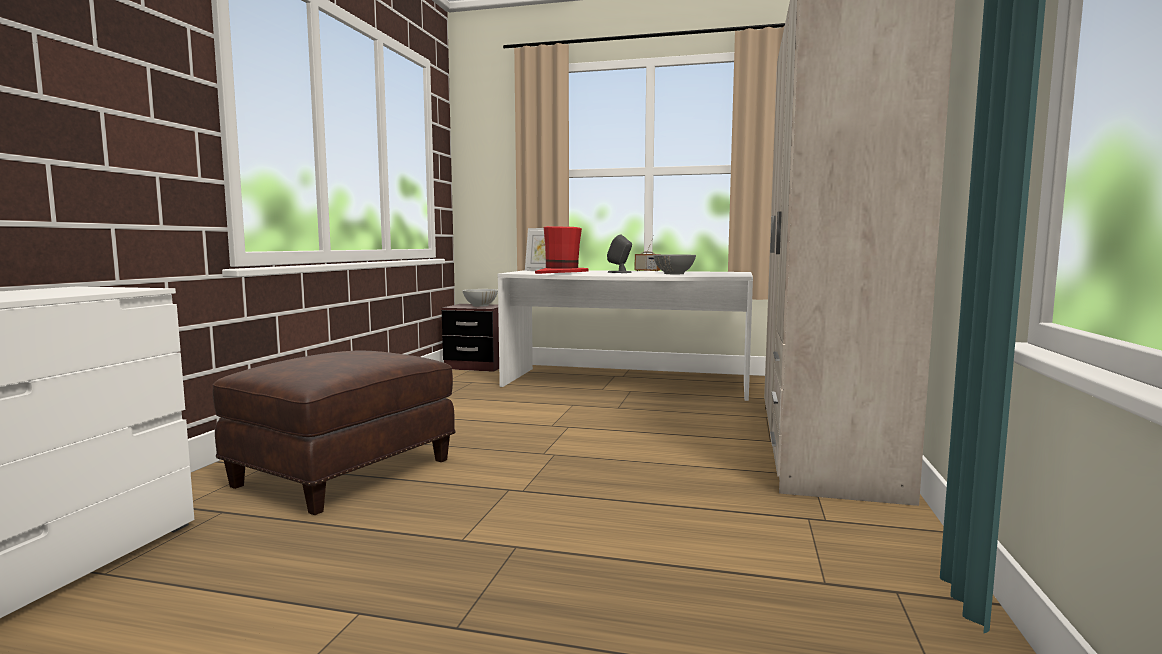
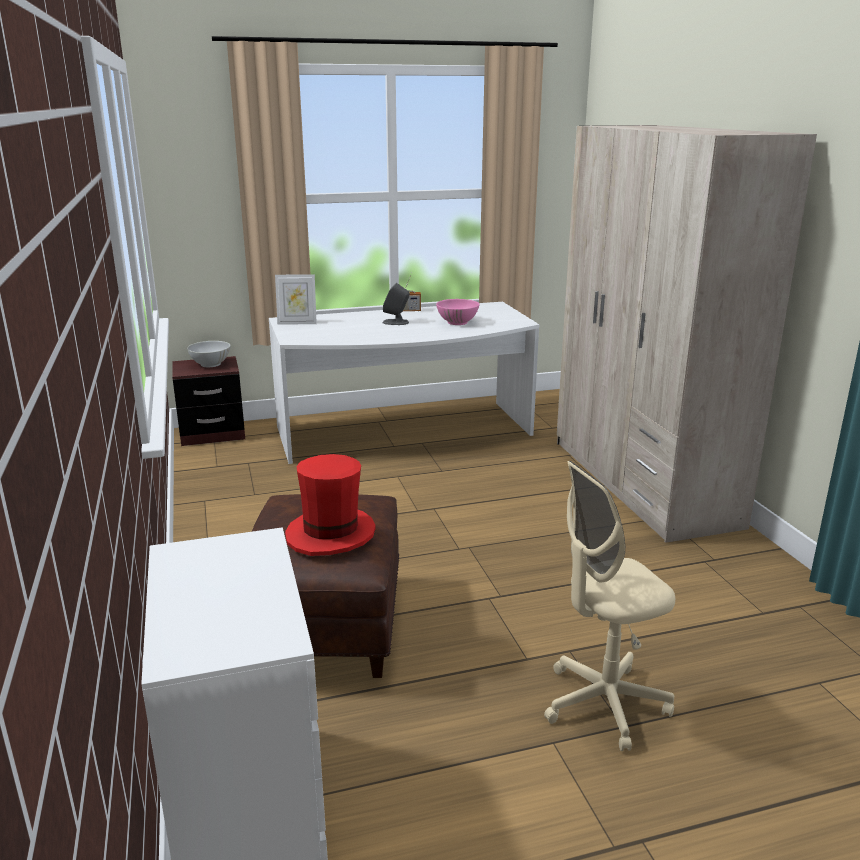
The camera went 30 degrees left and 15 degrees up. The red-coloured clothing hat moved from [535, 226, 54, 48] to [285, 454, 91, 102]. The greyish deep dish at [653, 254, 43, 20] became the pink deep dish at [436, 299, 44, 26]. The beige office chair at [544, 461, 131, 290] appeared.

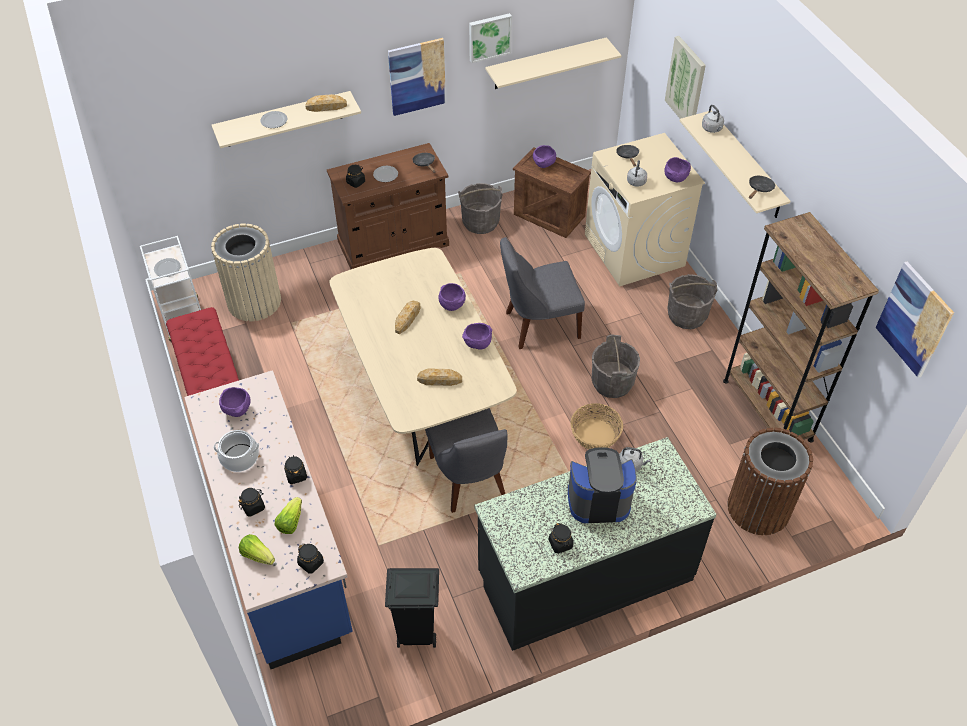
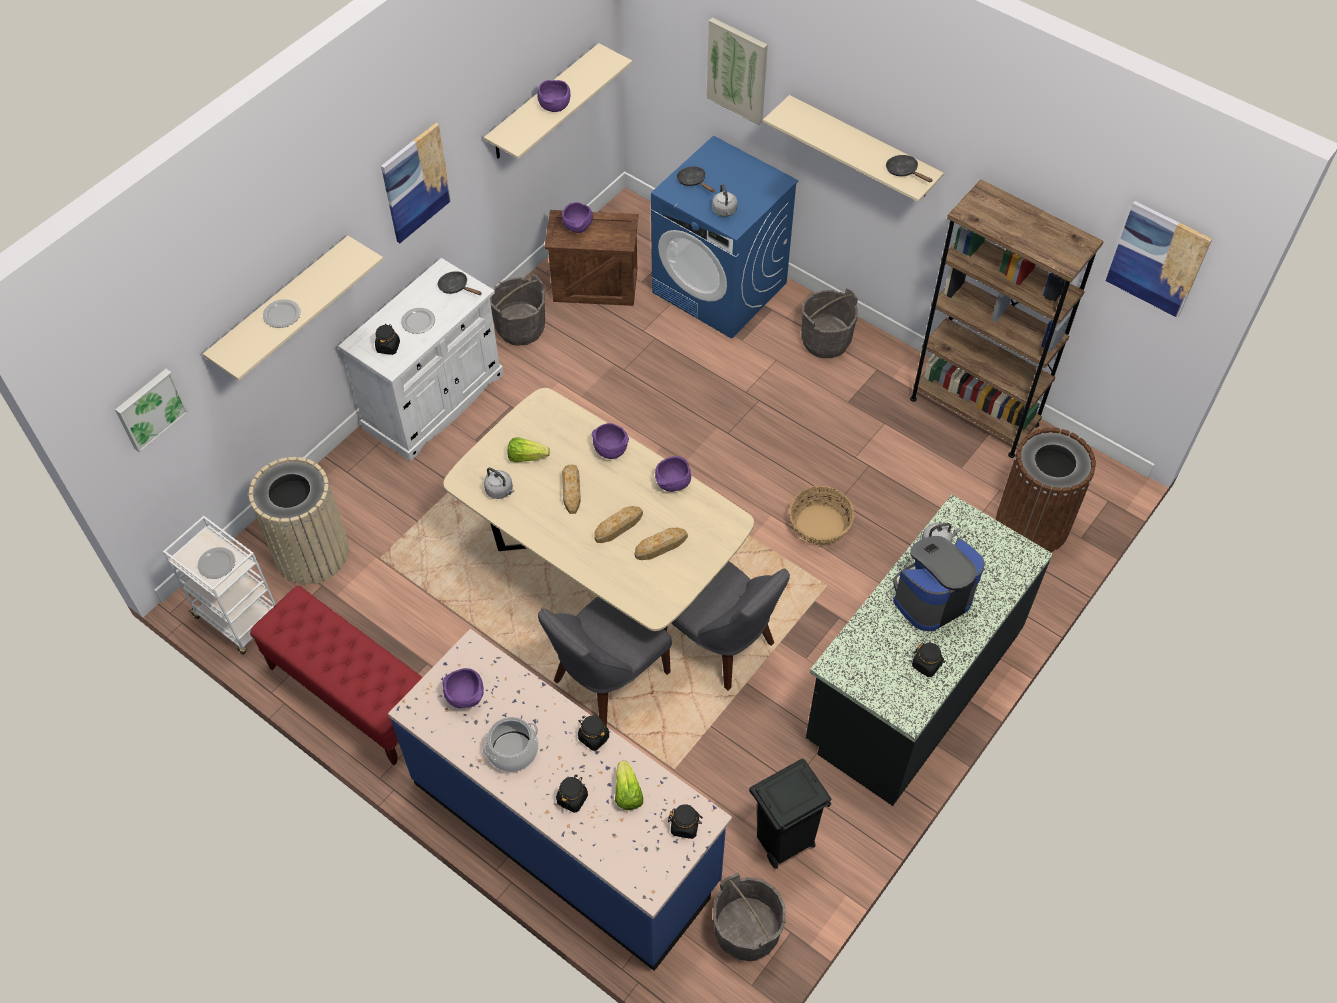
The camera went 30 degrees left and 5 degrees up. The picture moved from [469, 13, 43, 50] to [115, 369, 74, 84]. The brown-coloured cupboard at [327, 143, 122, 126] became the white cupboard at [338, 258, 166, 203]. The greyish water kettle moved from [702, 105, 22, 28] to [484, 468, 30, 31]. The lettuce moved from [239, 534, 36, 31] to [508, 437, 42, 25]. The purplish deep dish moved from [664, 157, 27, 25] to [537, 80, 34, 32]. The greyish upright chair moved from [500, 237, 85, 112] to [538, 596, 134, 129]. The baked bread moved from [305, 94, 42, 18] to [594, 506, 49, 37]. The beige laundry machine at [585, 133, 120, 153] became the blue laundry machine at [651, 135, 147, 204]. The greyish pail moved from [592, 334, 48, 64] to [713, 872, 73, 89]. The black-coloured pan at [749, 176, 26, 23] turned 45 degrees counterclockwise.

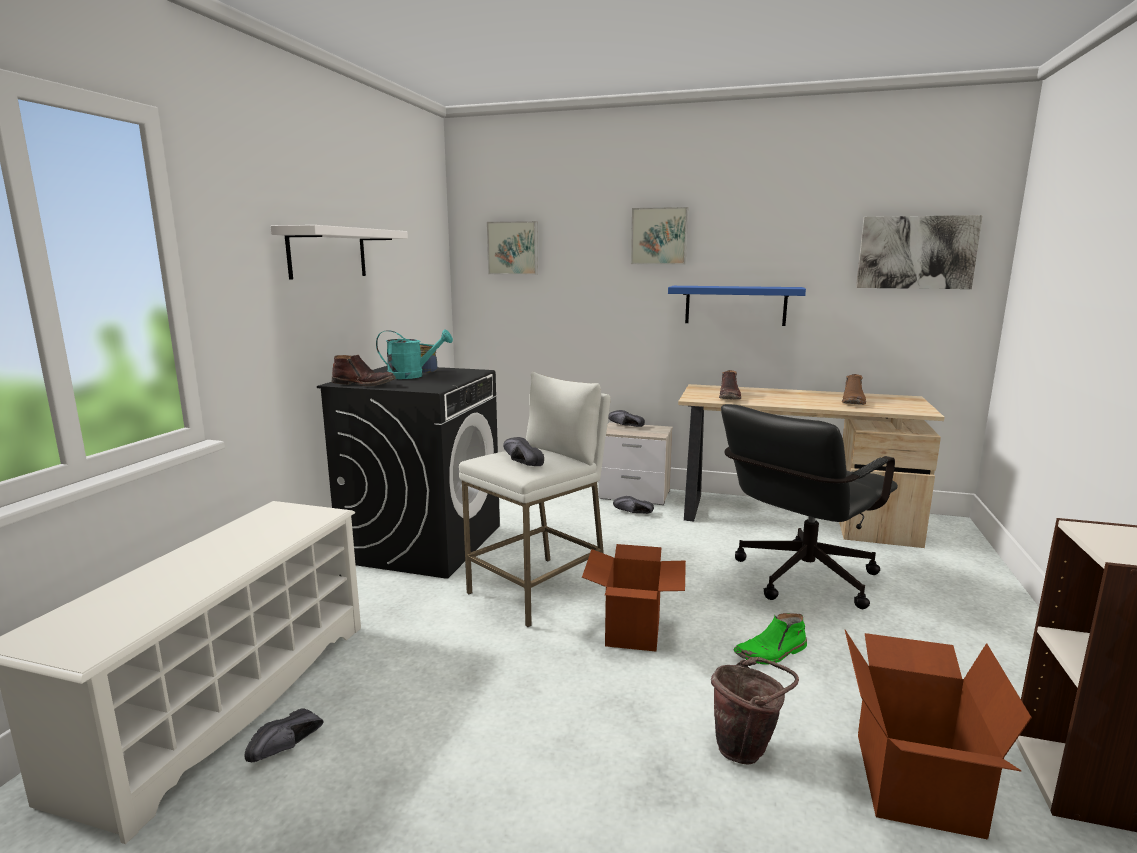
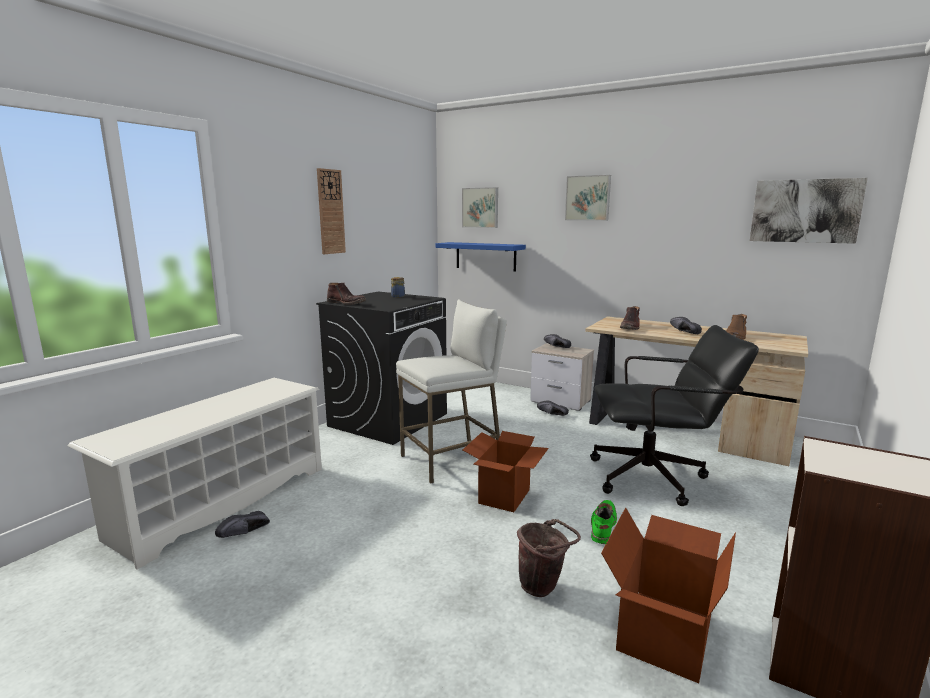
The camera went 15 degrees right and 0 degrees up. The white shelf at [270, 225, 138, 55] was replaced by the wall clock at [317, 168, 29, 86]. The blue shelf moved from [668, 286, 138, 40] to [436, 242, 90, 30]. The black-coloured office chair at [721, 404, 177, 205] turned 150 degrees counterclockwise. The green tall boot at [734, 613, 73, 51] turned 120 degrees clockwise. The black-coloured item of footwear moved from [503, 437, 41, 29] to [670, 317, 32, 17]. The turquoise sprinkling can at [376, 329, 77, 50] disappeared.

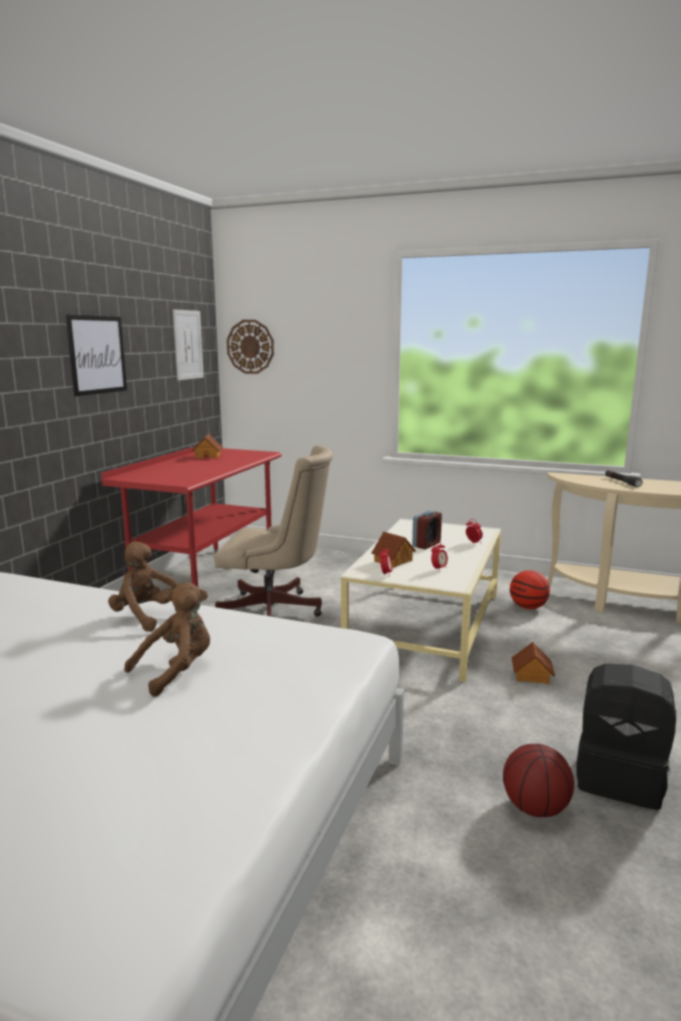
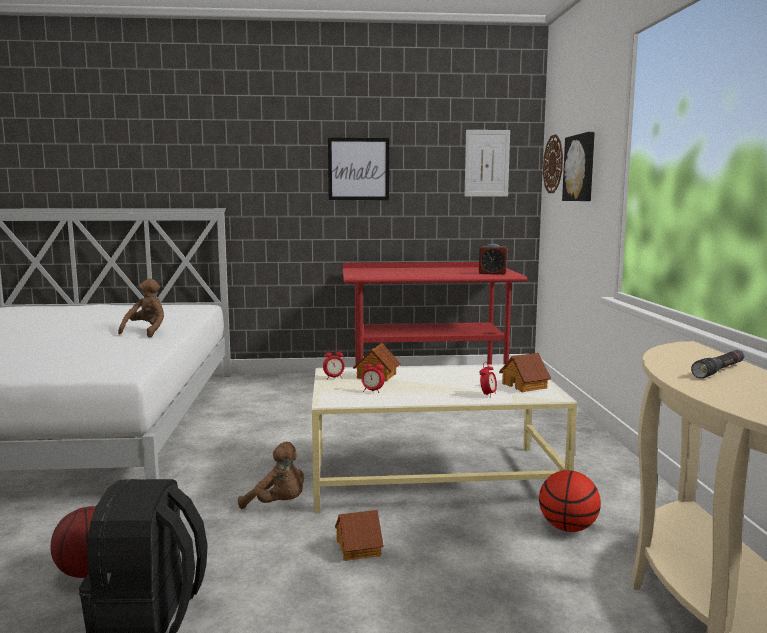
The camera went 65 degrees right and 5 degrees down. The brown-coloured cuddly toy moved from [124, 582, 86, 115] to [238, 442, 66, 67]. The table clock moved from [412, 510, 30, 39] to [479, 244, 28, 31]. The miniature house moved from [192, 434, 31, 24] to [499, 353, 52, 39]. The picture at [562, 132, 33, 69] appeared. The beige office chair at [214, 445, 119, 171] disappeared.

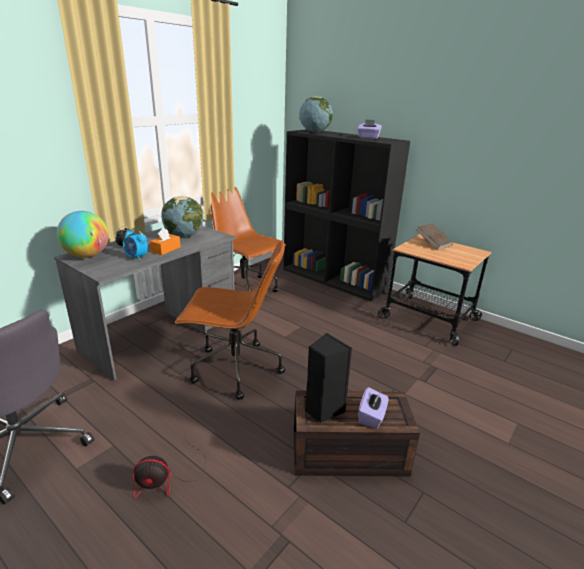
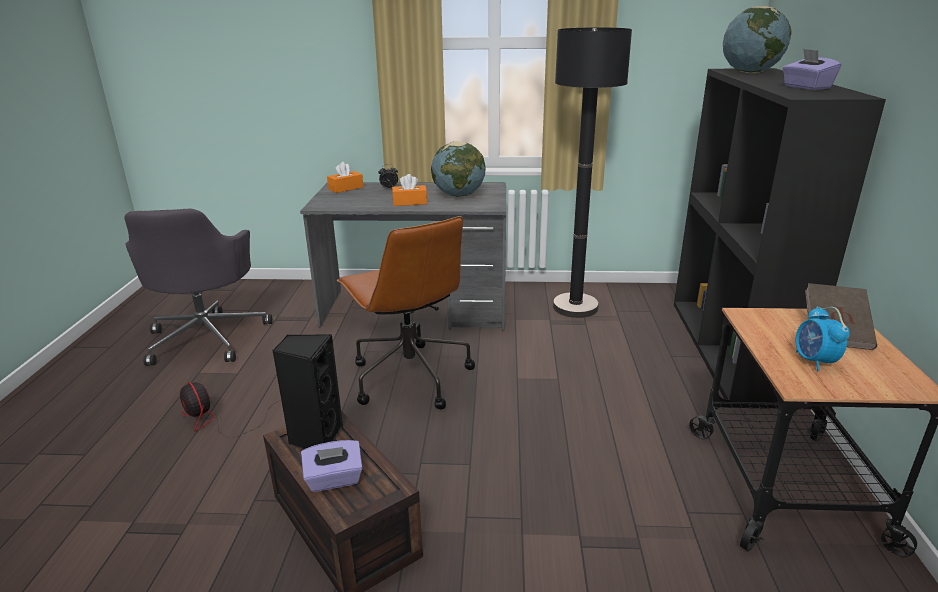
The camera went 55 degrees right and 0 degrees up. The globe at [57, 211, 52, 47] was replaced by the orange-coloured box of tissues at [327, 162, 36, 31]. The brown-coloured office chair at [210, 186, 76, 106] was replaced by the black-coloured standard lamp at [553, 27, 79, 291]. The table clock moved from [123, 228, 25, 33] to [795, 306, 55, 65].

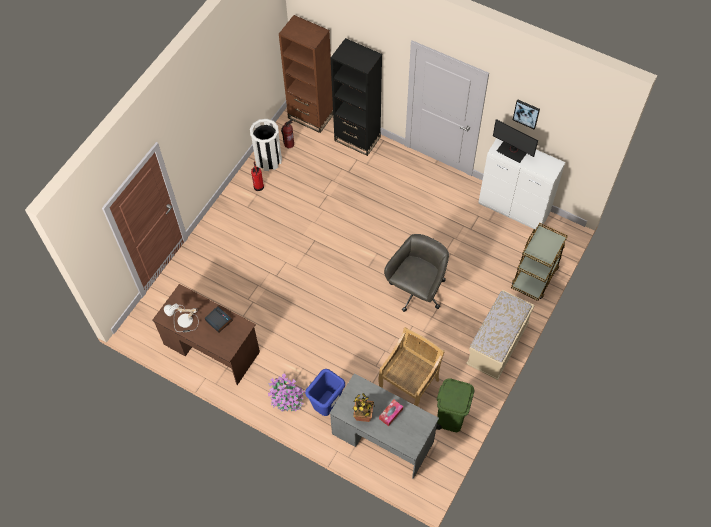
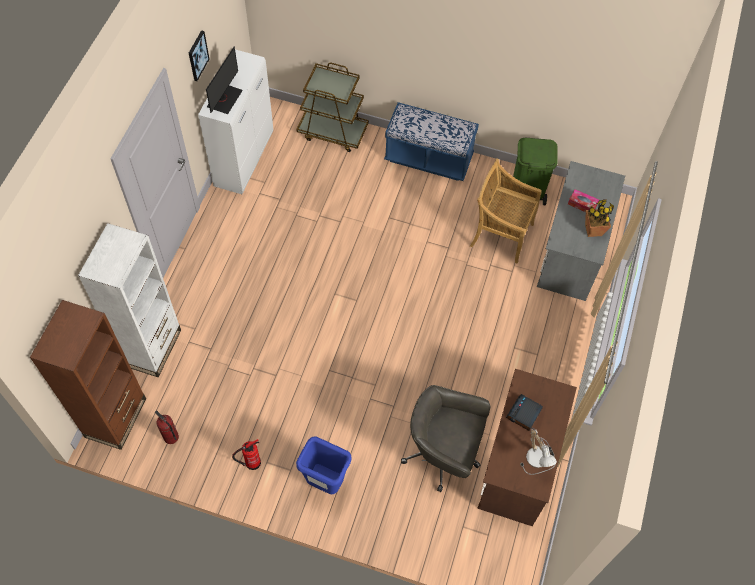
The camera went 105 degrees left and 0 degrees up. The black-coloured shelving unit at [331, 38, 51, 118] became the white shelving unit at [78, 223, 103, 154]. The blue waste bin moved from [305, 369, 40, 47] to [296, 436, 56, 58]. The beige indoor bench at [466, 290, 69, 90] became the blue indoor bench at [384, 102, 95, 79]. The greyish office chair moved from [384, 234, 65, 78] to [401, 385, 89, 107]. The white waste bin at [250, 119, 32, 52] disappeared. The houseplant at [268, 374, 37, 38] disappeared.

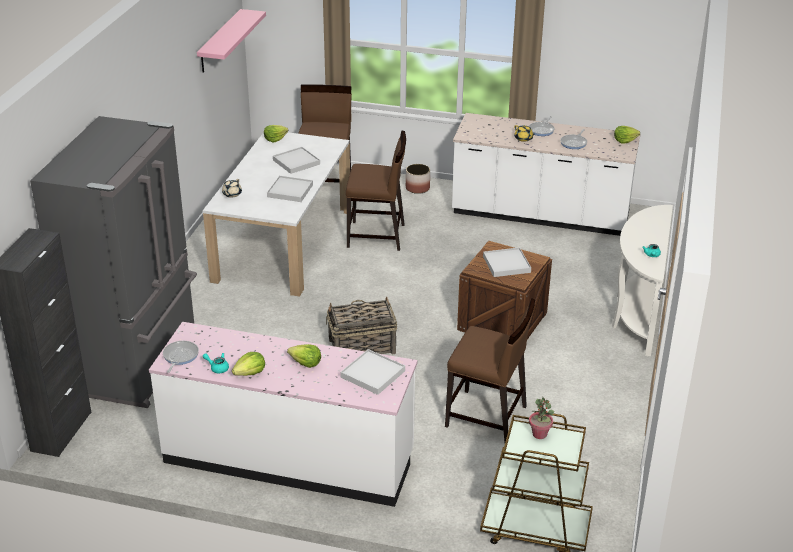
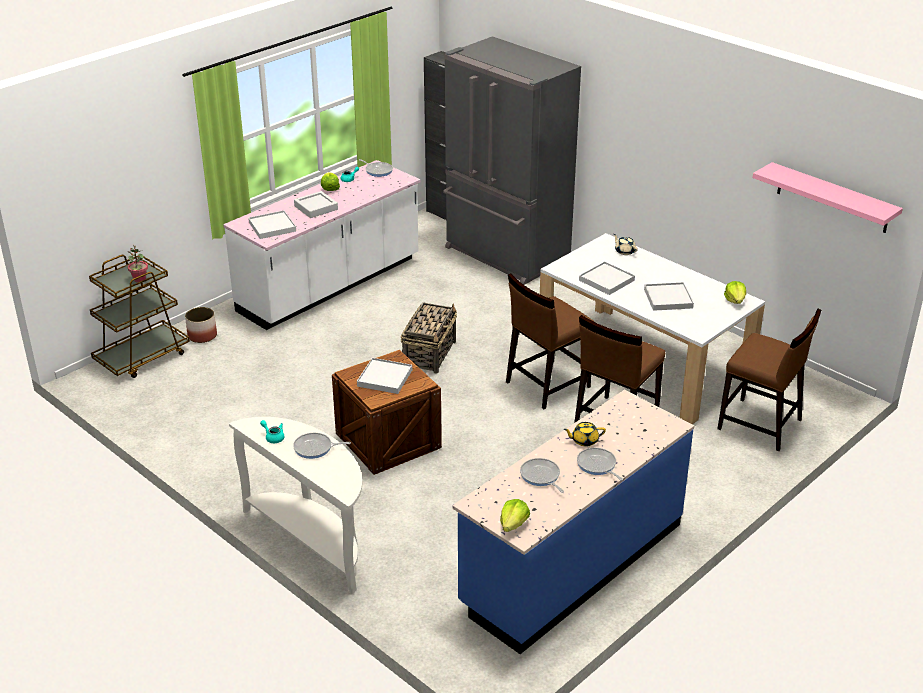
The camera went 120 degrees right and 0 degrees up. The plant pot moved from [406, 164, 24, 30] to [185, 307, 32, 36]. The pan at [293, 433, 58, 26] appeared. The lettuce at [287, 344, 34, 24] was replaced by the greyish carrying tray at [294, 191, 44, 27]. The white kitchen base unit at [452, 113, 189, 123] became the blue kitchen base unit at [452, 390, 242, 264]. The brown-coloured upright chair moved from [445, 298, 90, 144] to [506, 273, 88, 136].

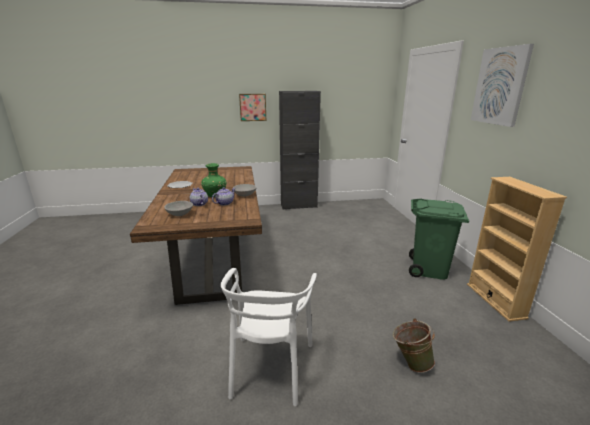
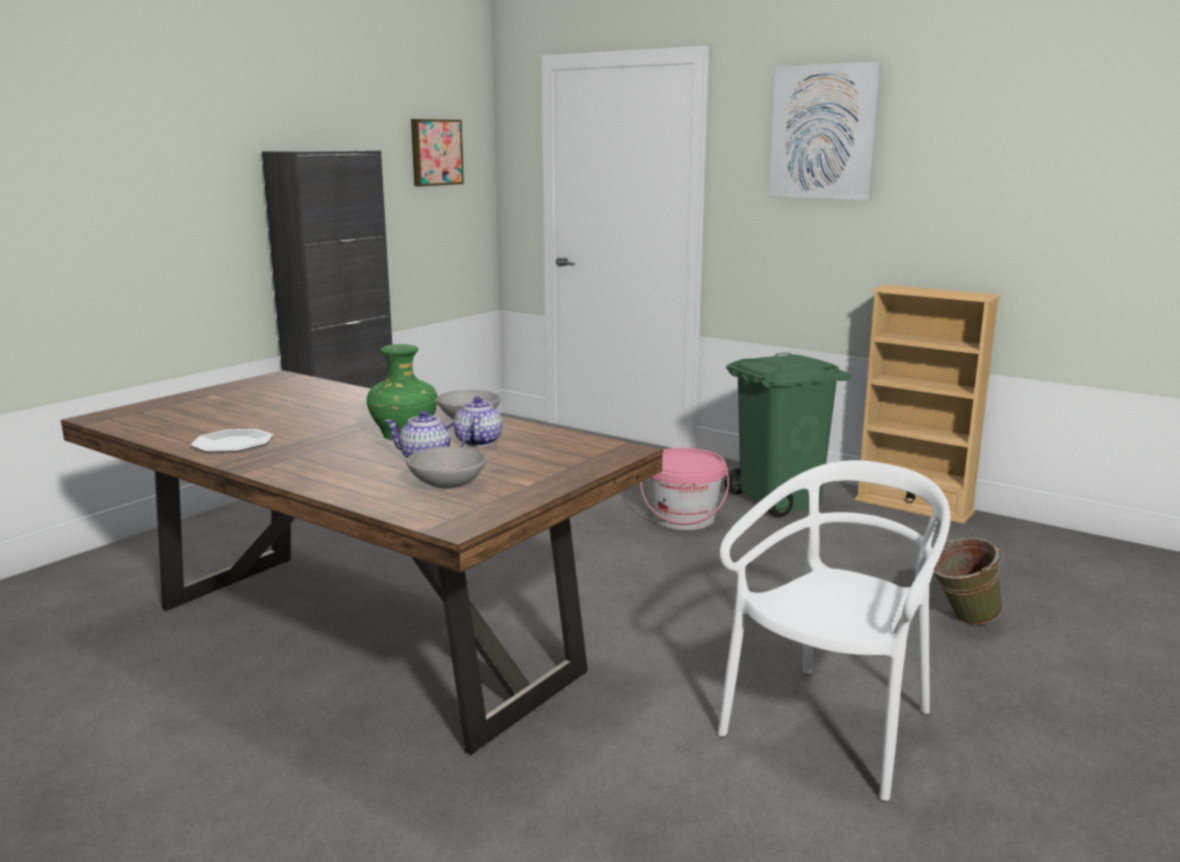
The camera went 45 degrees left and 5 degrees down. The picture moved from [239, 94, 27, 27] to [411, 119, 53, 67]. The pink pail at [640, 448, 89, 82] appeared. The white upright chair at [221, 268, 96, 138] turned 105 degrees counterclockwise.

